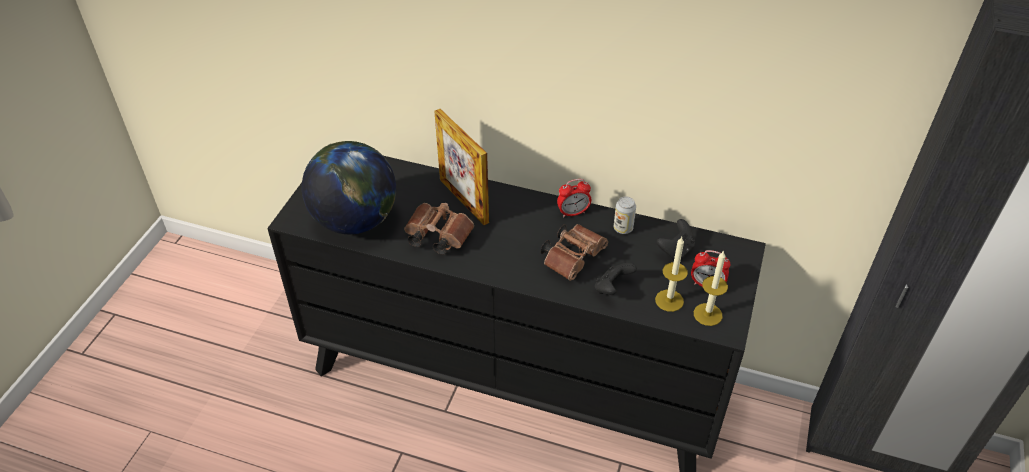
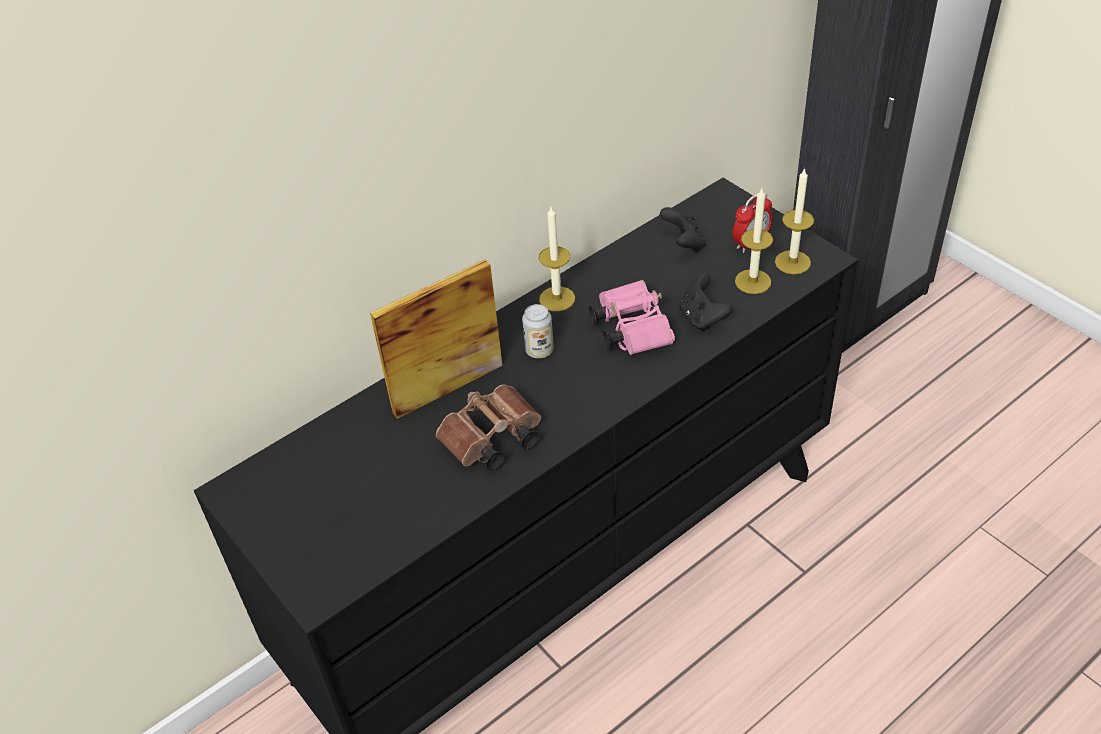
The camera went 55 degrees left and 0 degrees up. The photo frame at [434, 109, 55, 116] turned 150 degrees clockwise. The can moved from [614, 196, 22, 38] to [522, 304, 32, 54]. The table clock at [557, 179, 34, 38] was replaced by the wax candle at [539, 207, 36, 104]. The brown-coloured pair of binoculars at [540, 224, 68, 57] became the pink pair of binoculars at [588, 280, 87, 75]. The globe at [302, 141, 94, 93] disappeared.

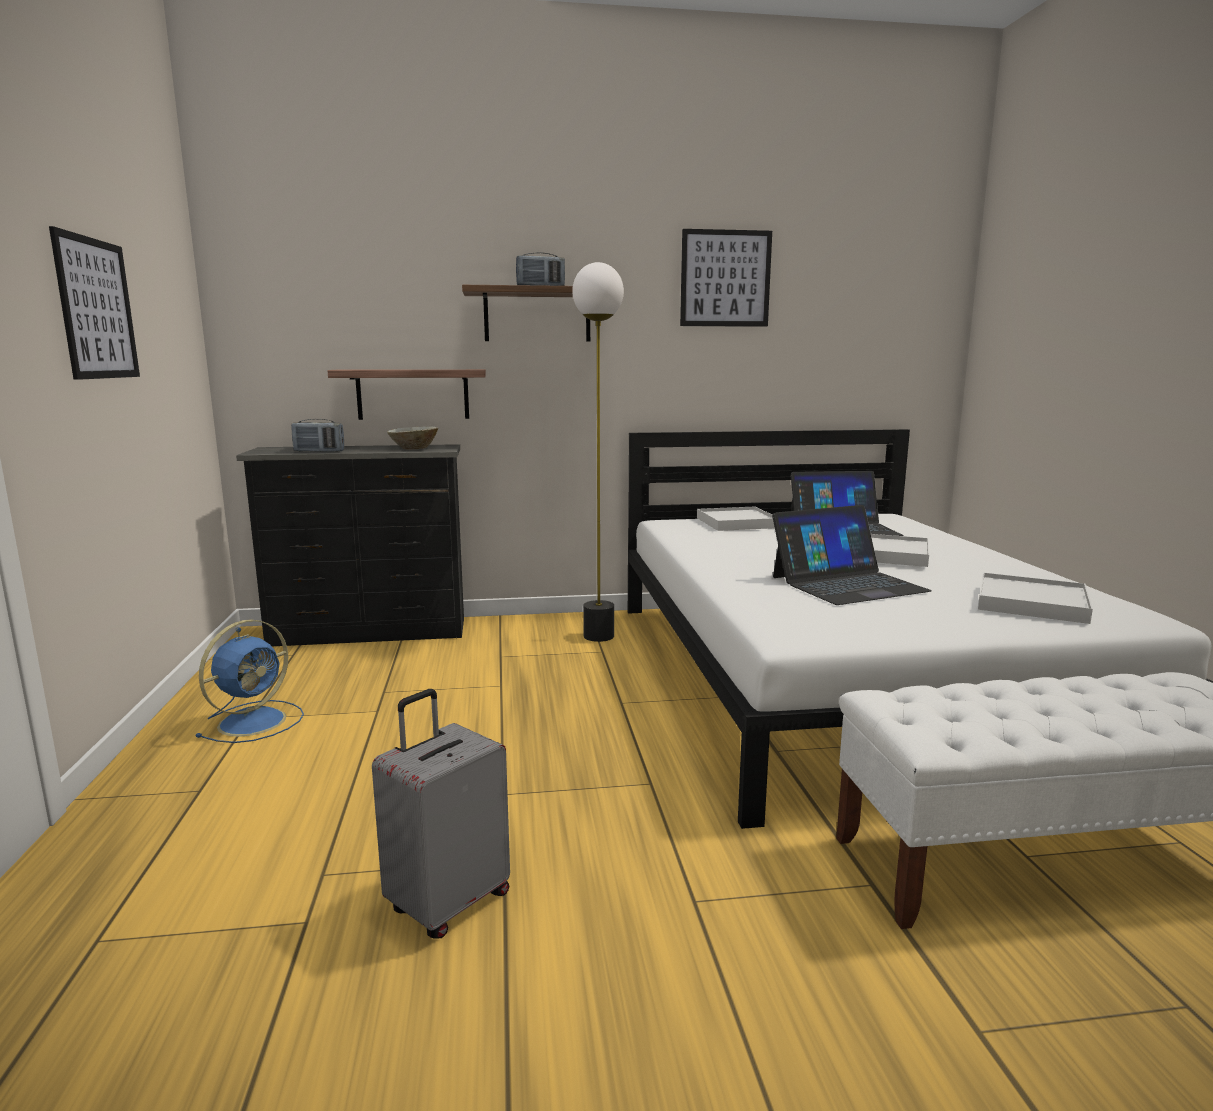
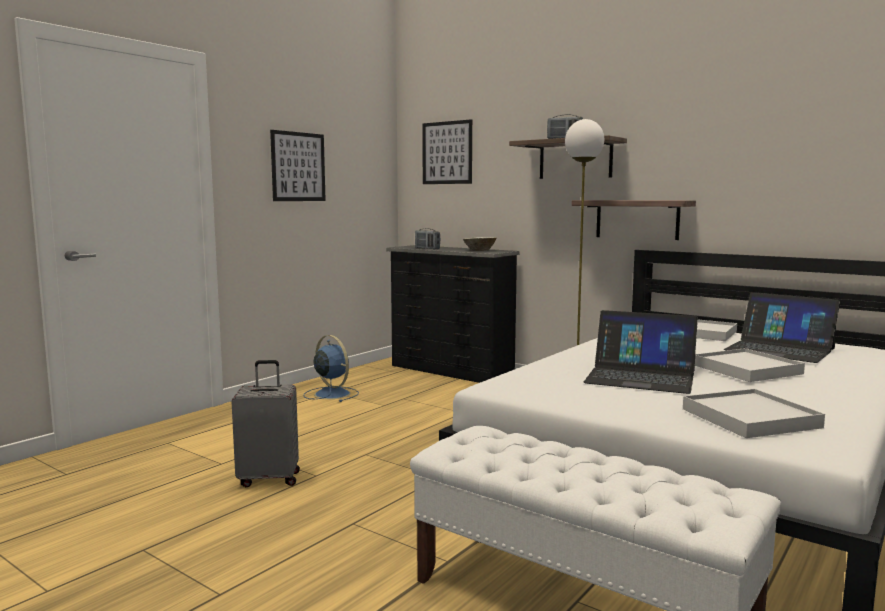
The camera went 45 degrees right and 5 degrees down. The blue cooling fan at [195, 619, 109, 124] turned 120 degrees counterclockwise. The picture moved from [680, 229, 92, 98] to [422, 119, 50, 65]. The shelf moved from [327, 369, 159, 51] to [572, 200, 124, 40].

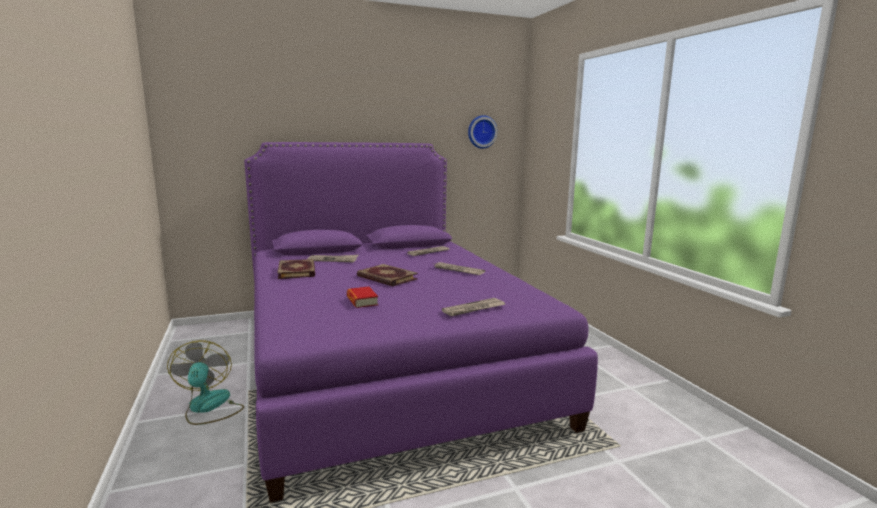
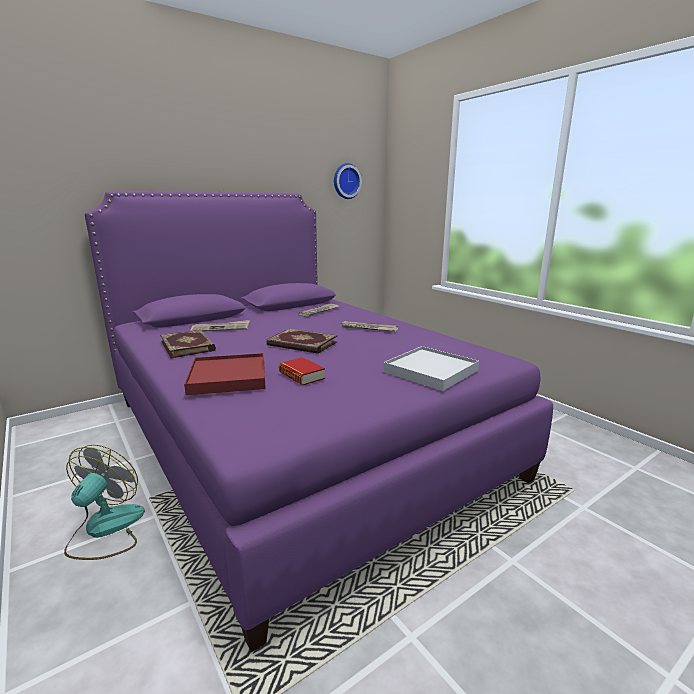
The camera went 15 degrees left and 5 degrees up. The cooling fan at [167, 340, 77, 85] turned 45 degrees clockwise. The red-coloured carrying tray at [184, 353, 82, 42] appeared. The printed paper at [442, 298, 63, 18] was replaced by the white carrying tray at [383, 346, 96, 45].

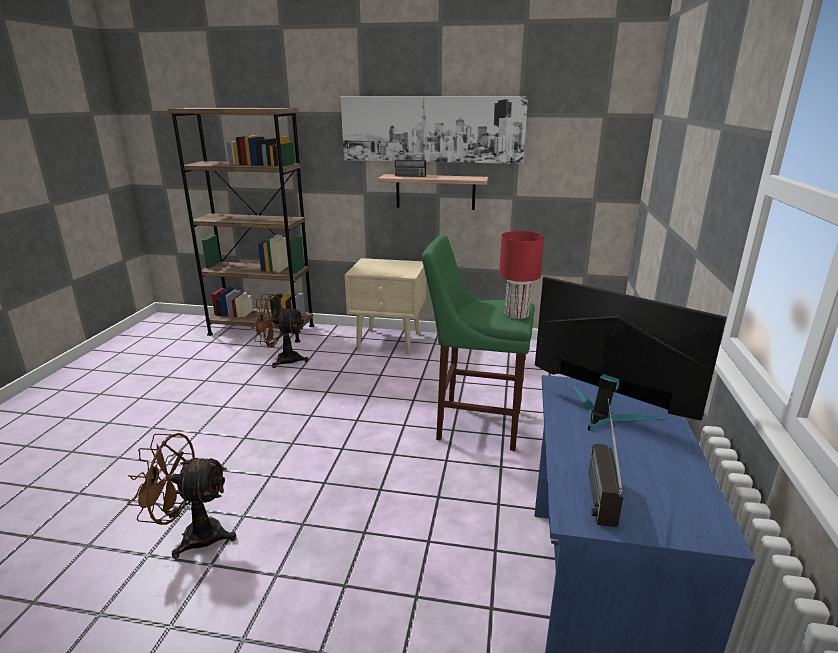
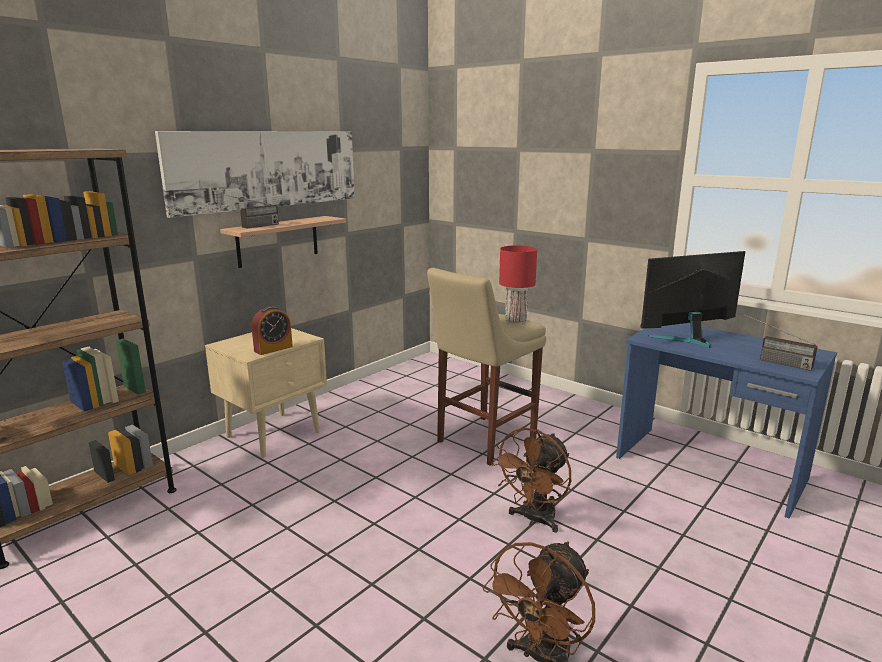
The camera went 60 degrees left and 5 degrees down. The table clock at [252, 306, 41, 49] appeared. The green sitting stool at [422, 235, 113, 216] became the beige sitting stool at [427, 268, 119, 198]. The brown-coloured cooling fan moved from [251, 294, 58, 74] to [491, 428, 80, 105].

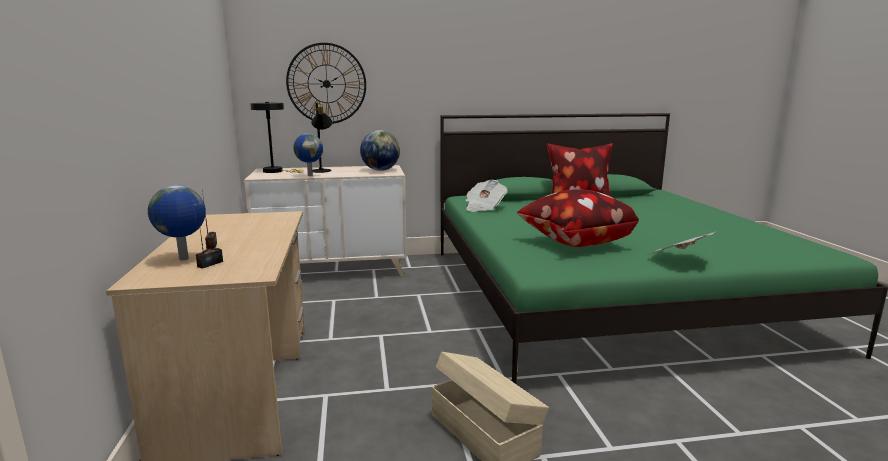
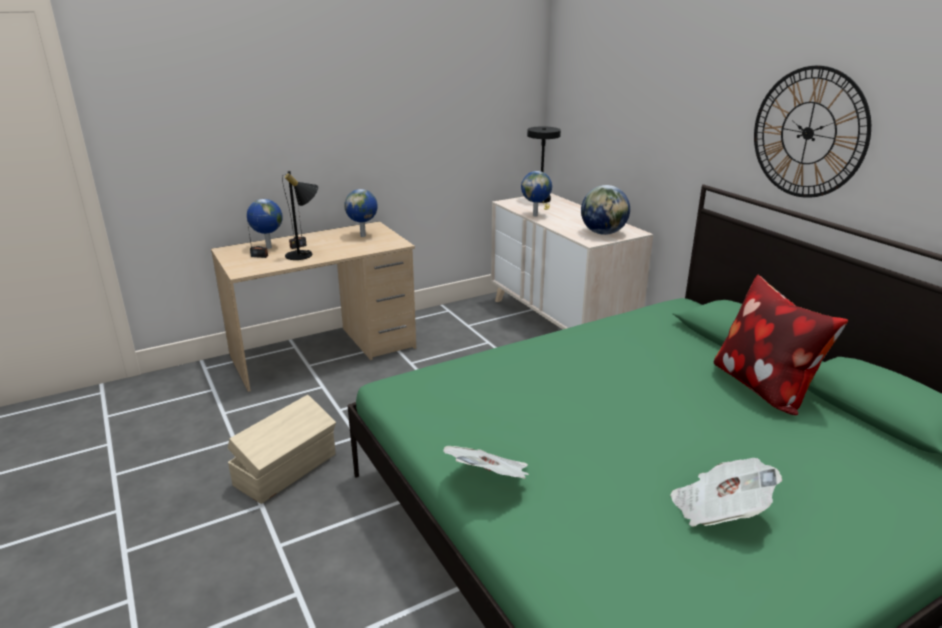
The camera went 70 degrees right and 10 degrees up. The black-coloured lamp for a table moved from [311, 103, 21, 70] to [282, 171, 36, 89]. The globe at [344, 189, 34, 48] appeared. The printed paper moved from [465, 180, 42, 32] to [670, 458, 112, 69]. The wall clock moved from [286, 43, 80, 81] to [754, 65, 117, 133]. The throw pillow at [517, 189, 122, 58] disappeared.

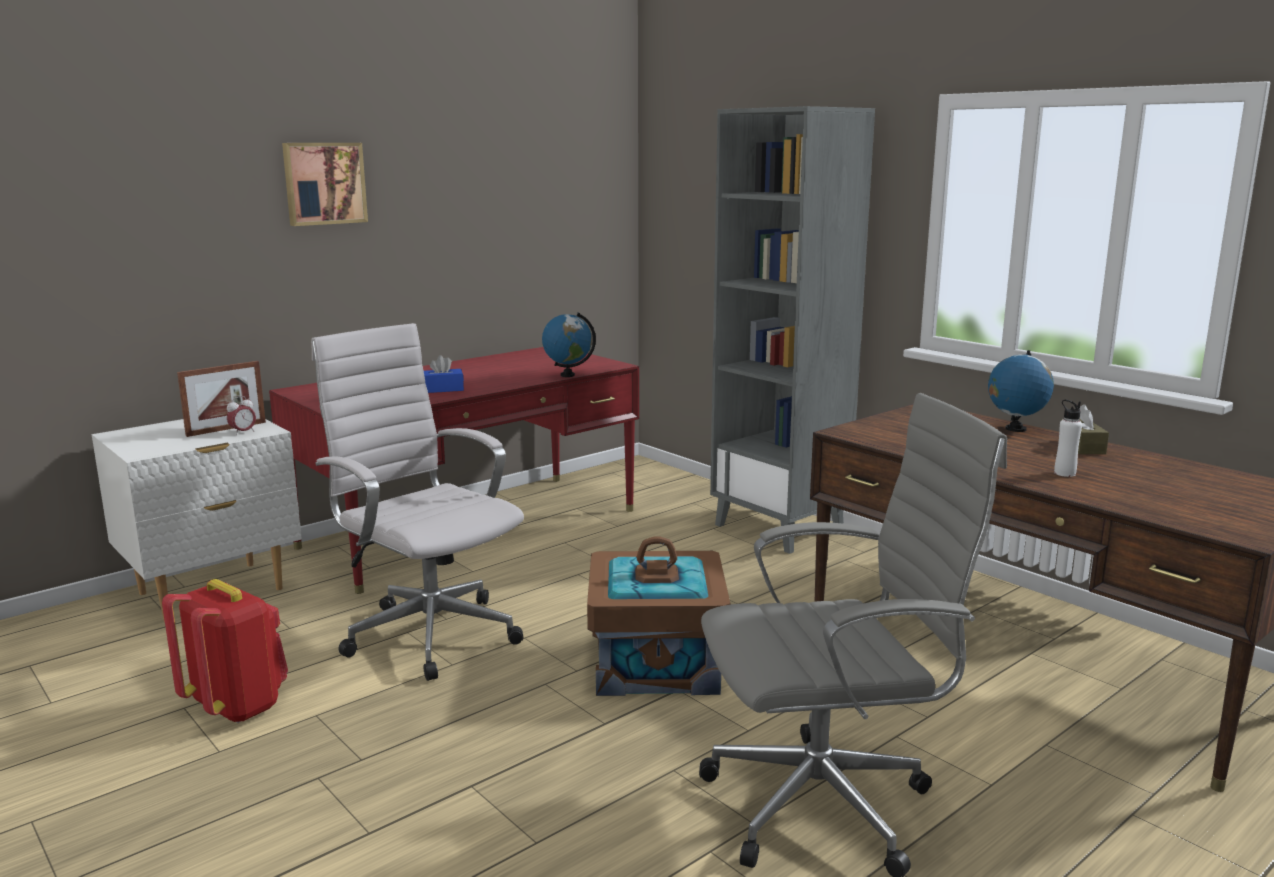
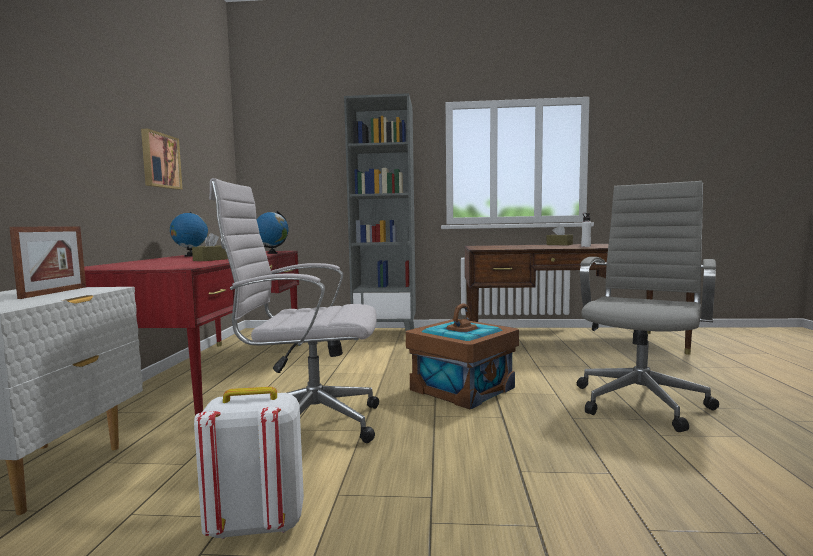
The camera went 45 degrees left and 10 degrees down. The picture moved from [282, 143, 86, 83] to [141, 129, 42, 61]. The globe moved from [988, 350, 66, 82] to [170, 212, 38, 45]. The blue box of tissues at [424, 355, 40, 38] became the brown-coloured box of tissues at [192, 233, 36, 28]. The red-coloured rucksack at [162, 579, 126, 144] became the white rucksack at [194, 387, 110, 152]. The table clock at [227, 396, 29, 39] disappeared.

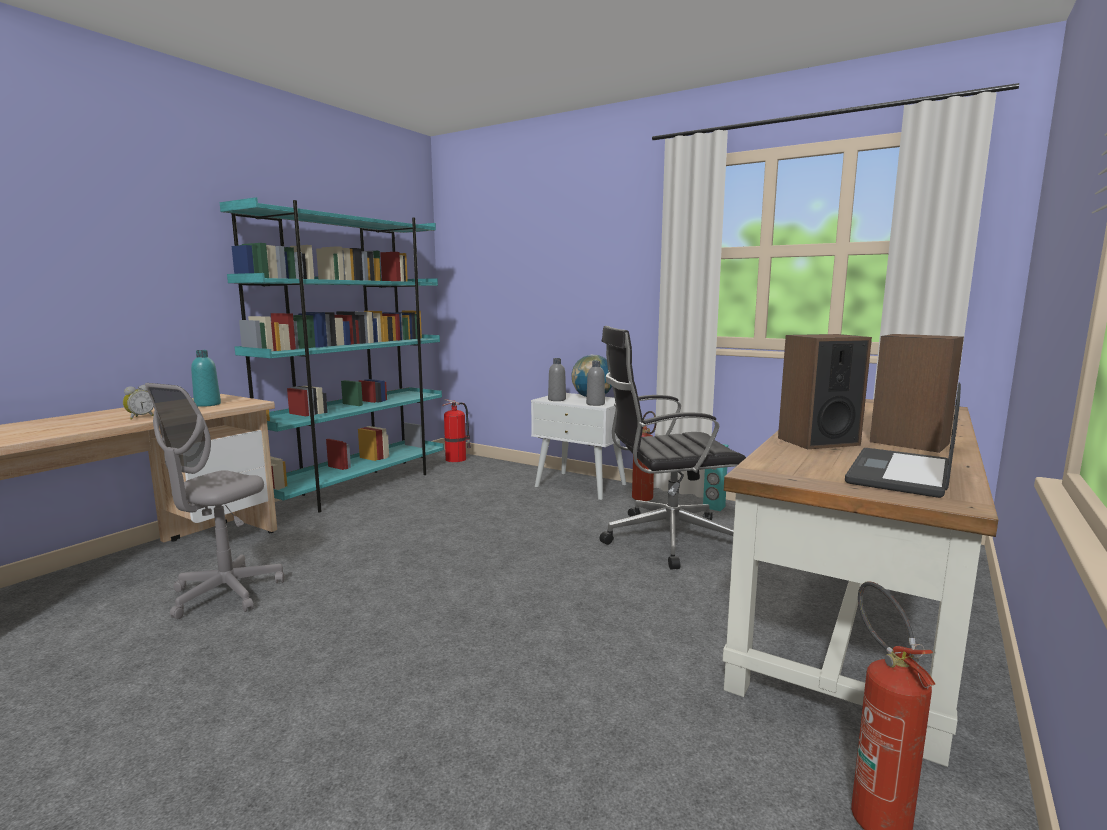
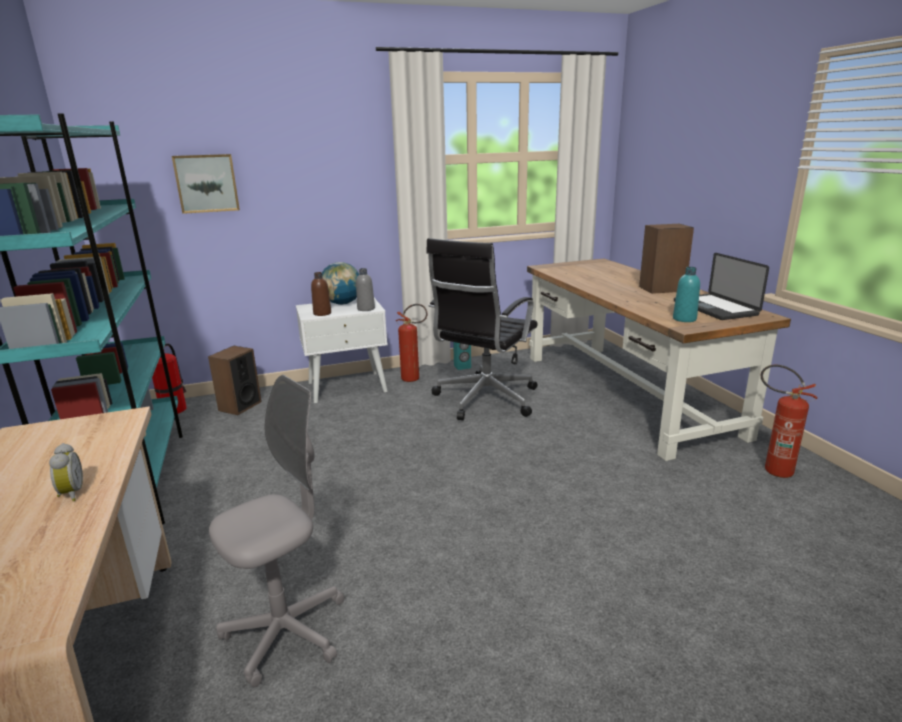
The camera went 50 degrees left and 10 degrees up. The picture at [172, 154, 68, 60] appeared. The loudspeaker moved from [778, 334, 94, 115] to [208, 346, 54, 69]. The greyish office chair at [145, 383, 140, 236] turned 105 degrees counterclockwise. The greyish beverage bottle at [548, 358, 18, 43] became the brown-coloured beverage bottle at [311, 272, 20, 44]. The turquoise beverage bottle moved from [191, 350, 30, 57] to [673, 267, 27, 55].

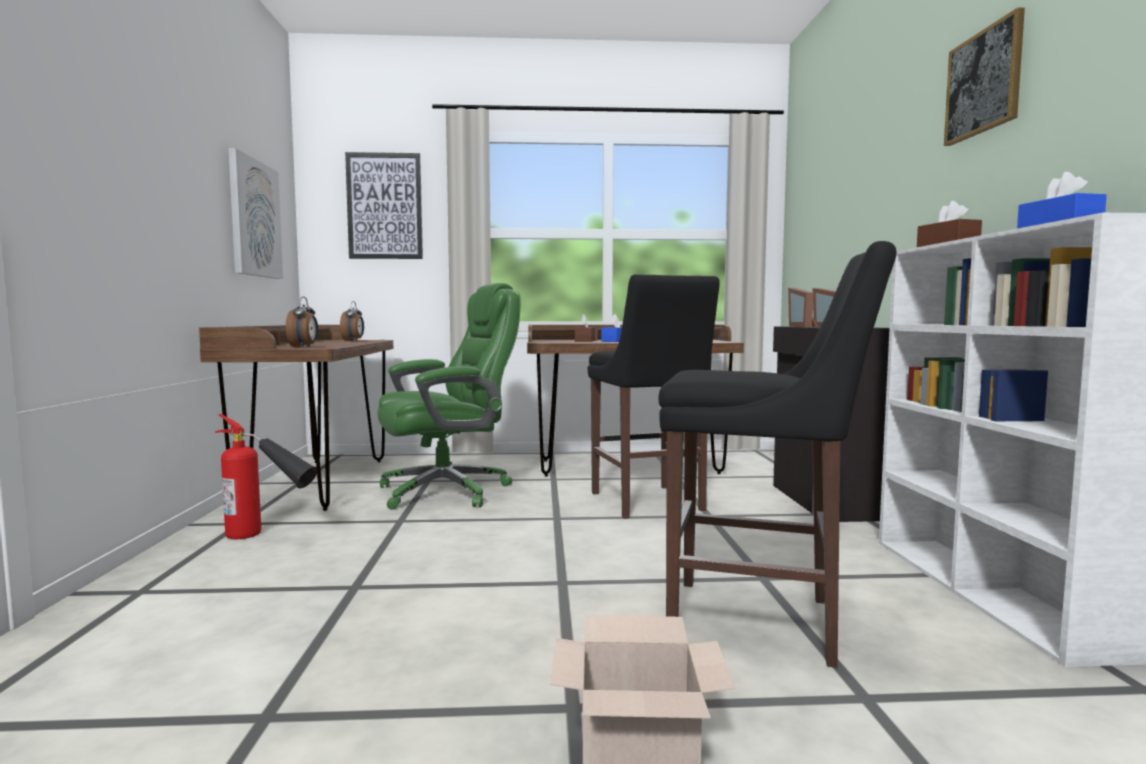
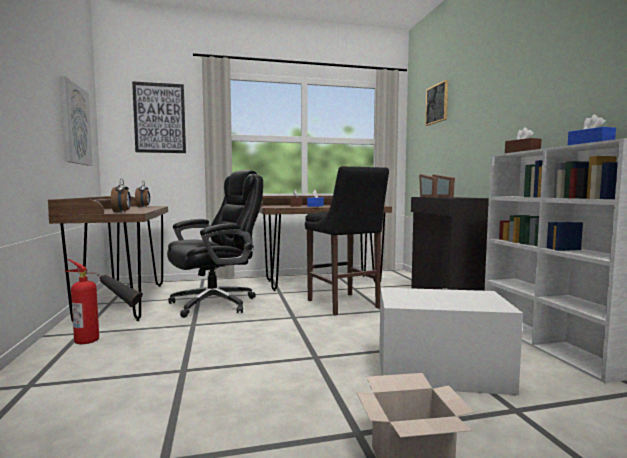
The camera went 10 degrees left and 0 degrees up. The green office chair at [377, 283, 144, 227] became the black-coloured office chair at [167, 170, 96, 148]. The black-coloured sitting stool at [659, 241, 238, 427] was replaced by the white storage bin at [379, 288, 144, 107]. The picture moved from [944, 8, 81, 138] to [425, 80, 23, 46].

